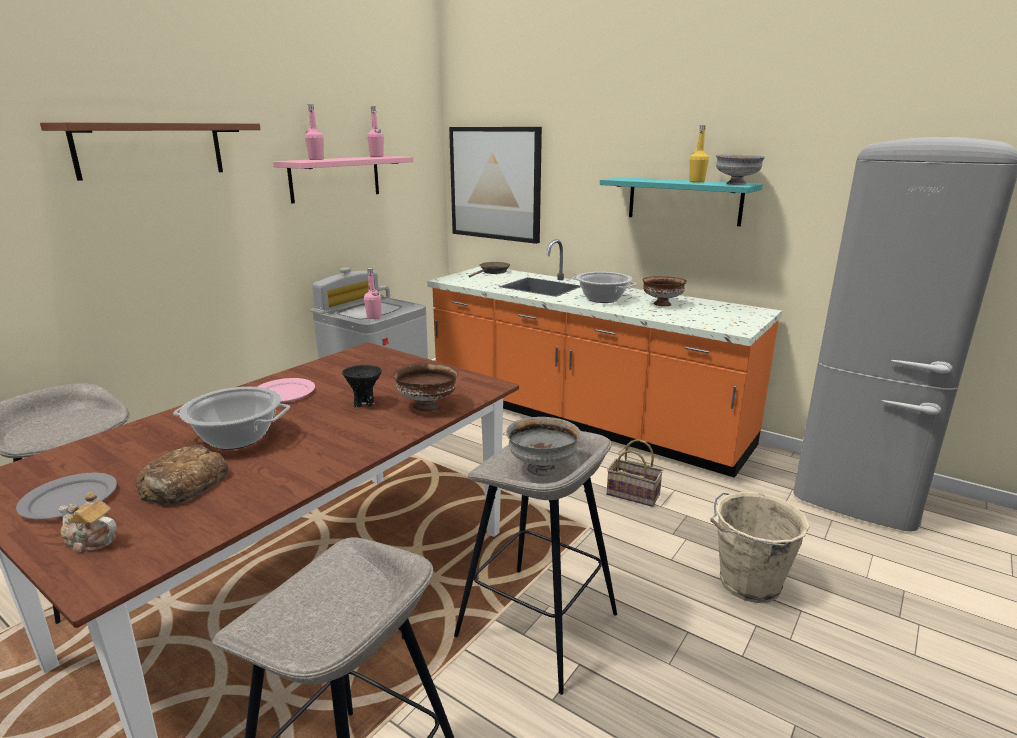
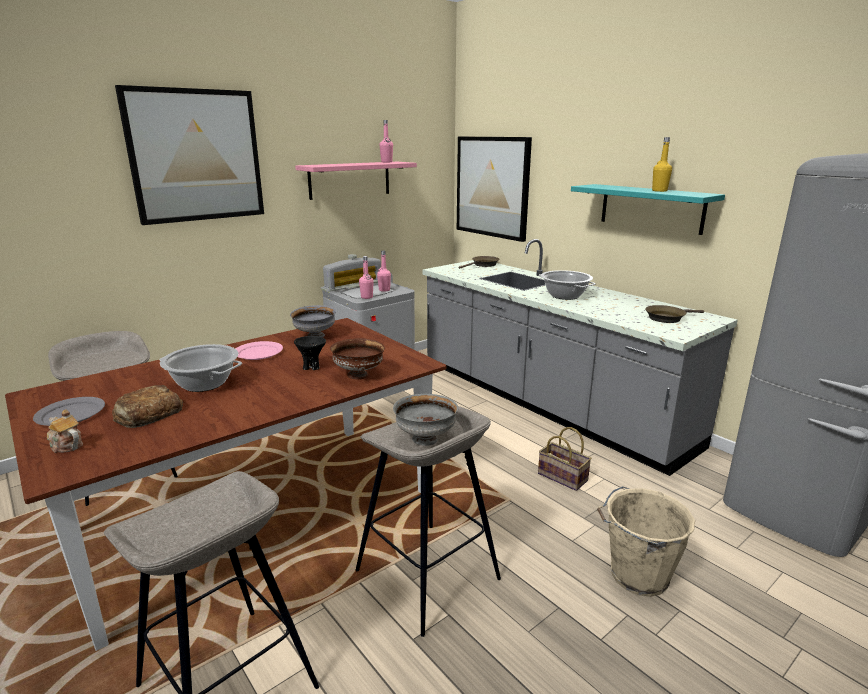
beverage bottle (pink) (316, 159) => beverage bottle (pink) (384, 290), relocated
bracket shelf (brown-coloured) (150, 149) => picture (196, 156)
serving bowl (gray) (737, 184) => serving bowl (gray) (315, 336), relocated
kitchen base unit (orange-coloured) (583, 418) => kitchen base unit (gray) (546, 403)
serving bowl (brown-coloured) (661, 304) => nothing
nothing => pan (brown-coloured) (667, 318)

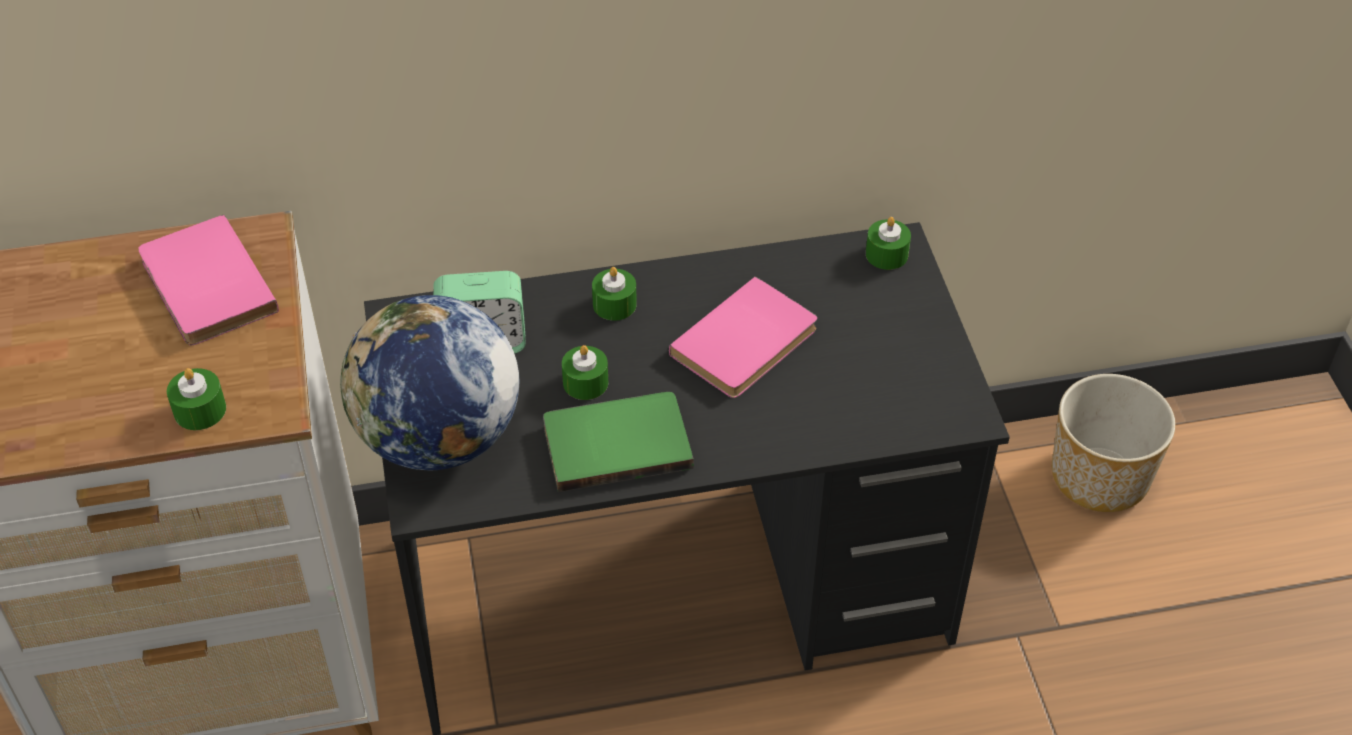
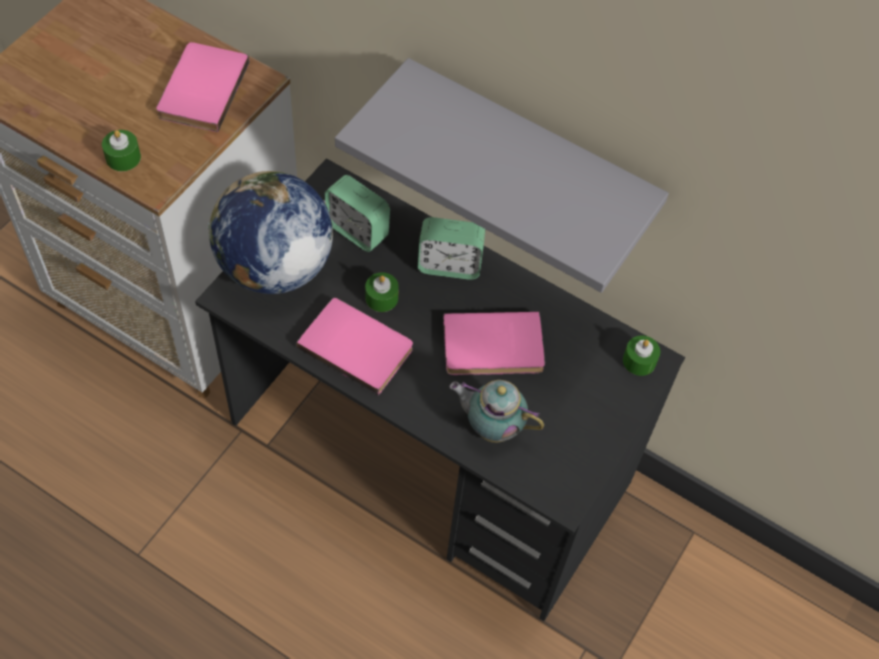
wax light (green-coloured) (614, 304) => alarm clock (449, 265)
plant pot (1101, 476) => nothing
bound book (green-coloured) (616, 442) => bound book (pink) (357, 345)
nothing => bracket shelf (gray) (529, 156)
nothing => tea pot (491, 426)

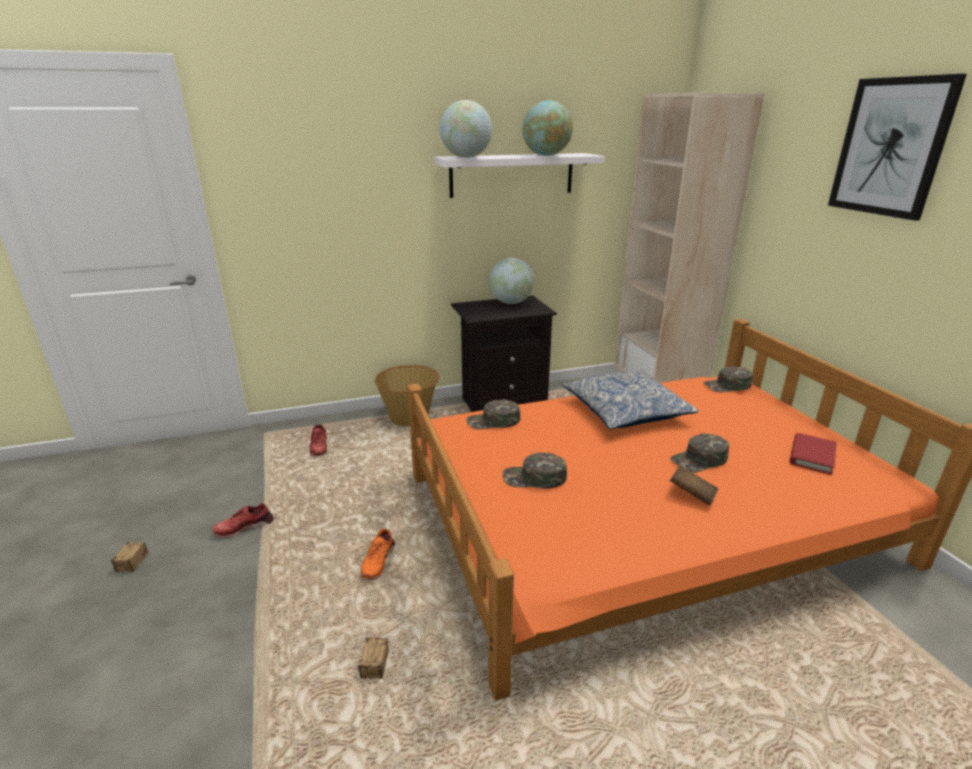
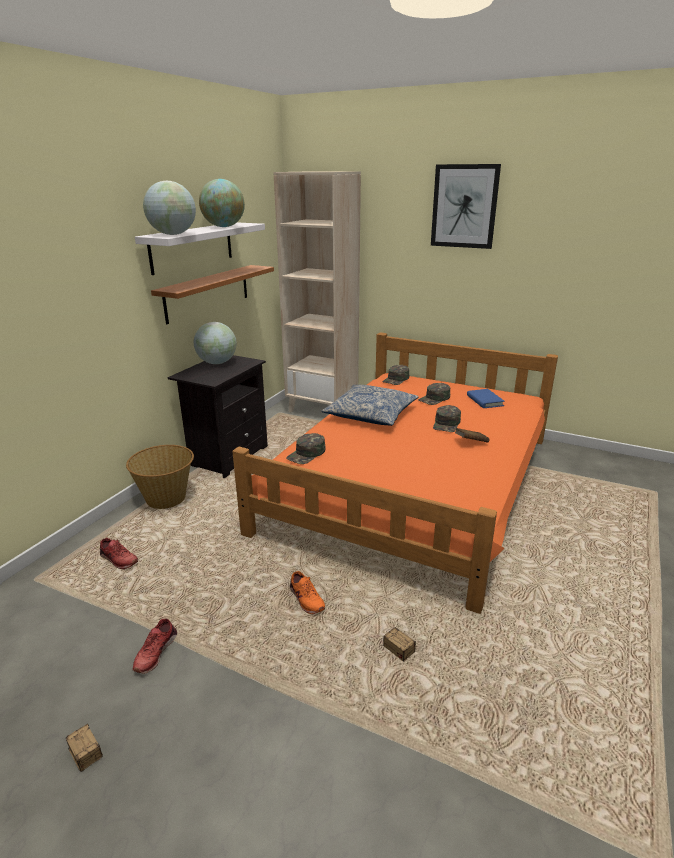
bound book (red) (811, 456) => bound book (bluish) (484, 400)
peaked cap (green-coloured) (534, 478) => peaked cap (green-coloured) (434, 398), relocated
nothing => bracket shelf (208, 293)

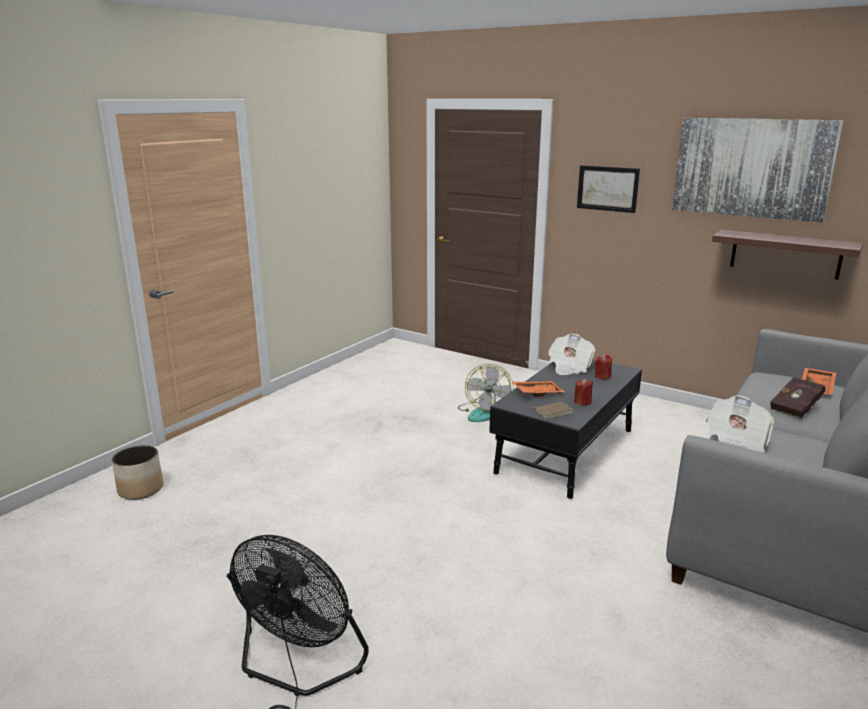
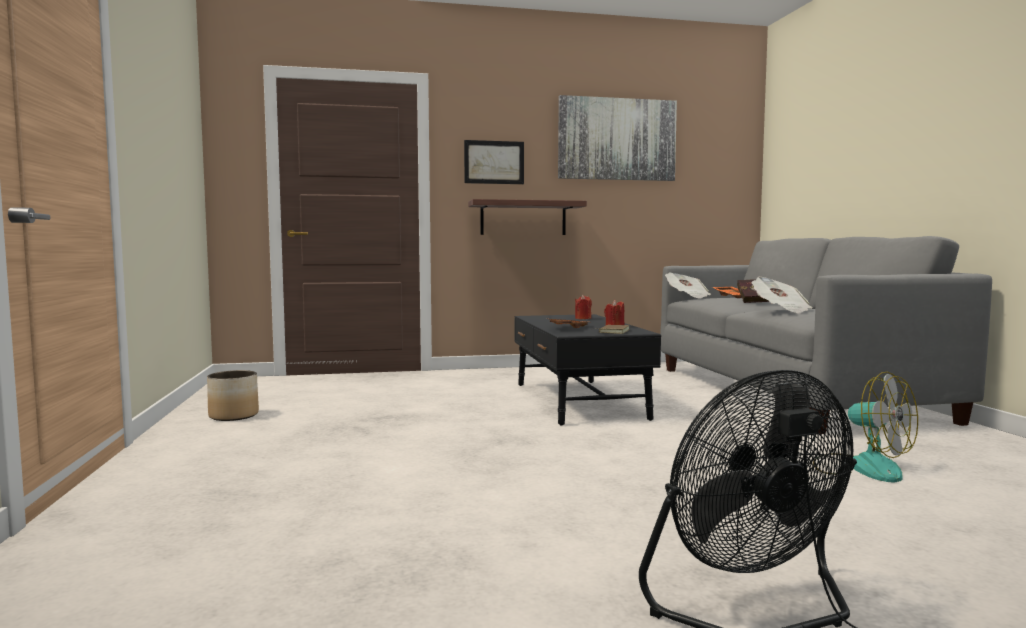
bracket shelf (785, 254) => bracket shelf (523, 218), relocated
printed paper (569, 367) => printed paper (687, 297), relocated
fan (483, 412) => fan (861, 467), relocated
plant pot (140, 489) => plant pot (233, 416), relocated

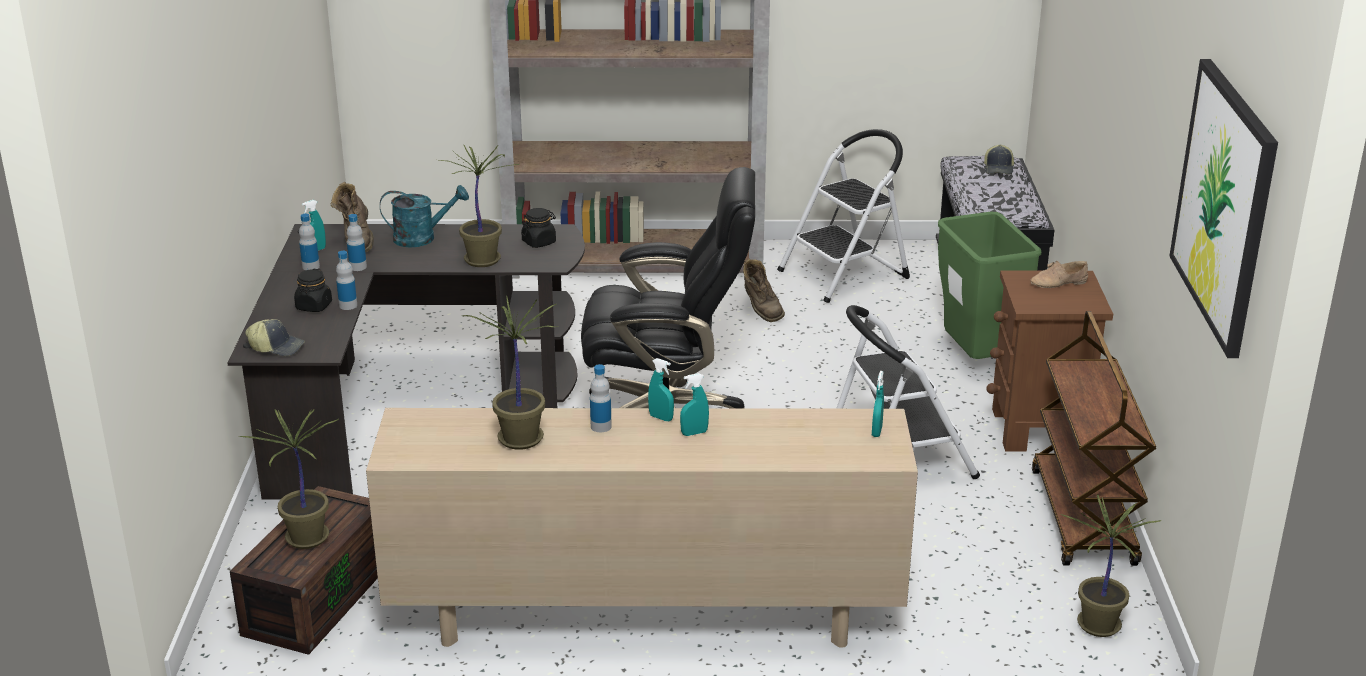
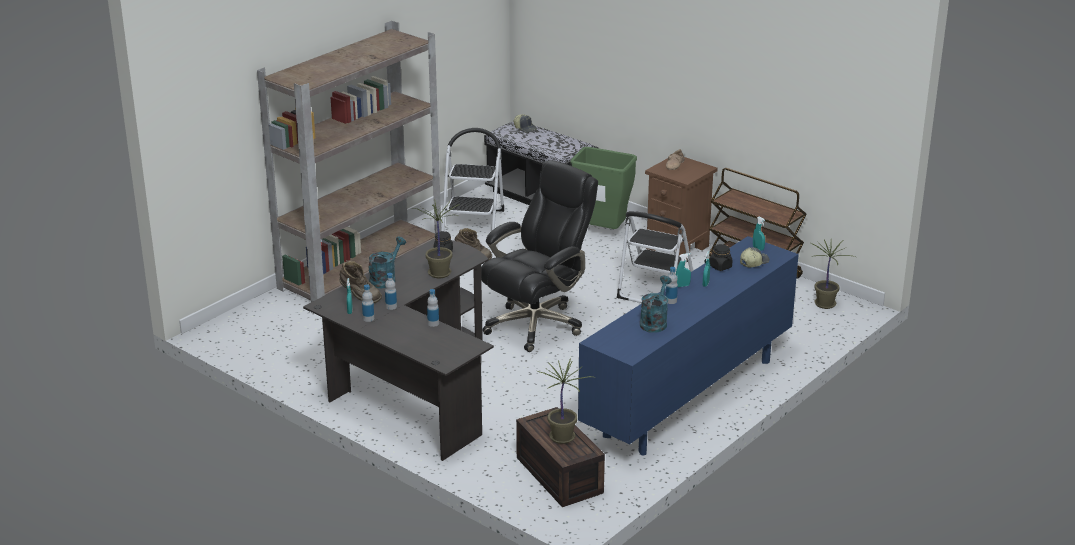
picture (1224, 204) => nothing
jar (black) (314, 306) => jar (black) (720, 266), relocated
plant in a pot (519, 438) => watering pot (blue-green) (654, 322)
peaked cap (277, 347) => peaked cap (753, 262), relocated
cupboard (beige) (644, 618) => cupboard (bluish) (689, 398)

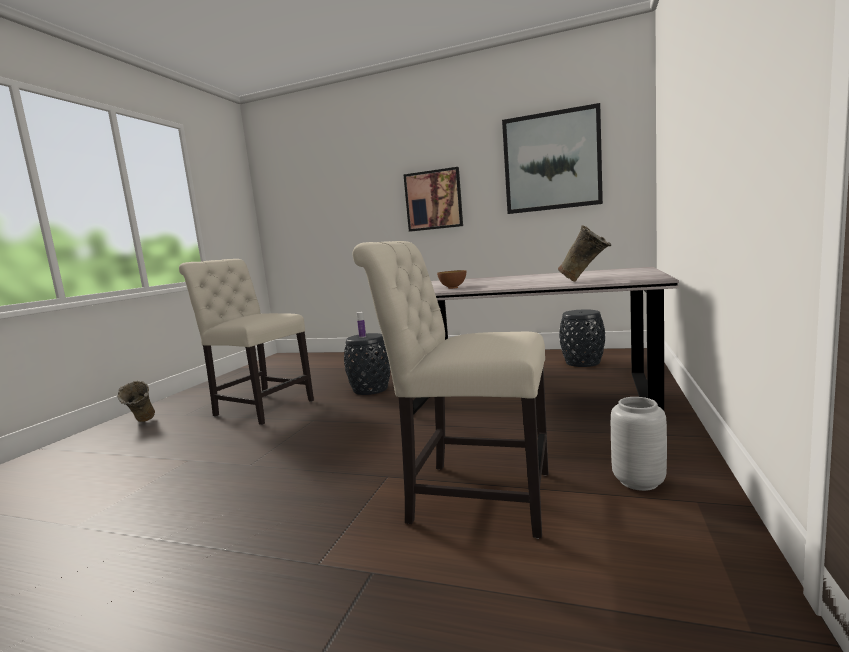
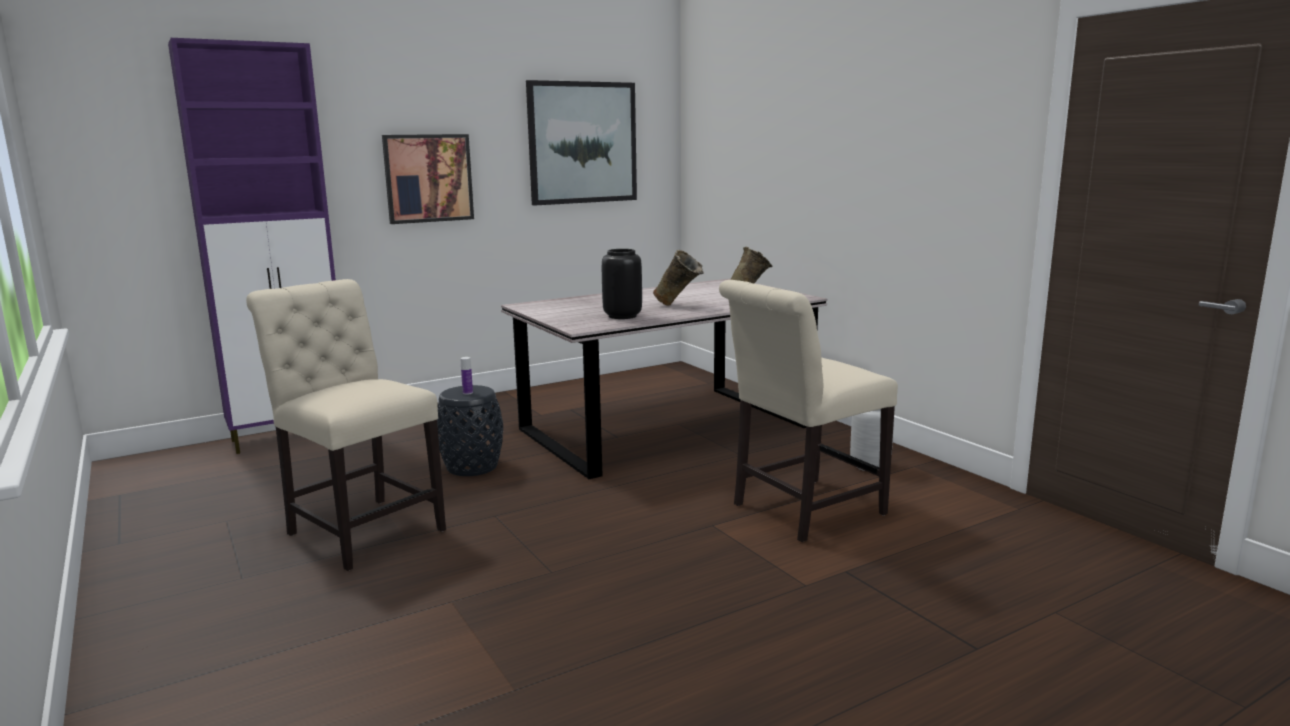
plain chair (beige) (260, 407) => plain chair (beige) (361, 529), 60 degrees clockwise
serving bowl (453, 288) => vase (black) (622, 316)
sitting stool (black) (583, 362) => nothing
vase (beige) (142, 424) => vase (beige) (679, 306), relocated
nothing => cupboard (purplish) (292, 437)

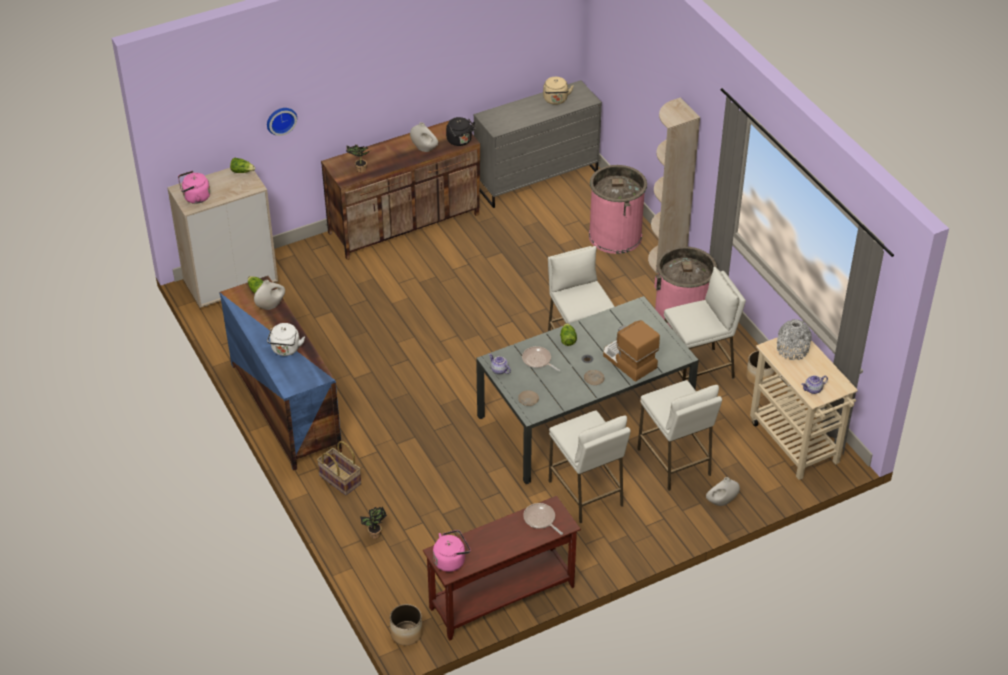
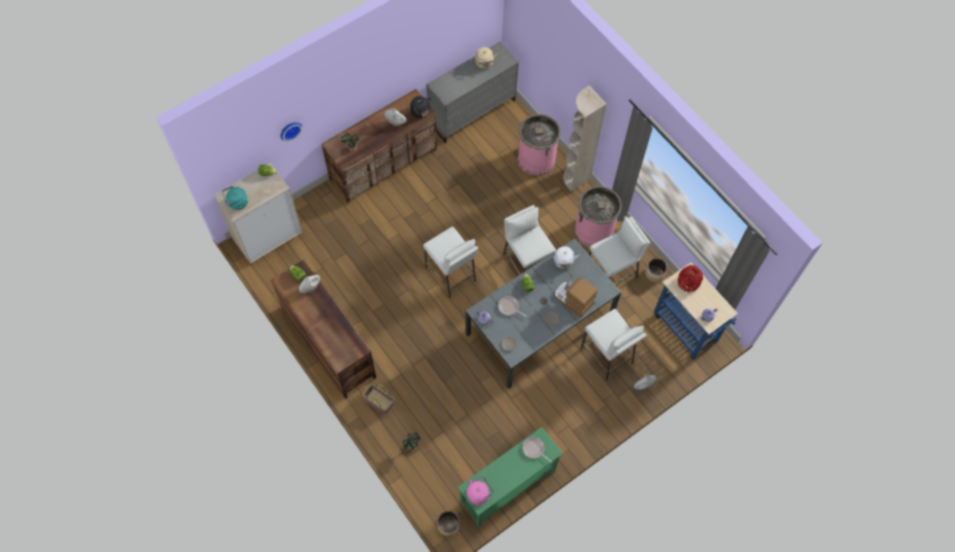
water kettle (pink) (195, 198) => water kettle (blue-green) (237, 203)
cupboard (bluish) (286, 406) => cupboard (brown-coloured) (329, 342)
vase (gray) (792, 349) => vase (red) (688, 282)
water kettle (white) (285, 350) => water kettle (white) (563, 262), relocated
cart (beige) (795, 443) => cart (bluish) (686, 329)
sitting stool (white) (586, 493) => sitting stool (white) (451, 274), relocated
narrow table (brown-coloured) (501, 598) => narrow table (green-coloured) (507, 487)

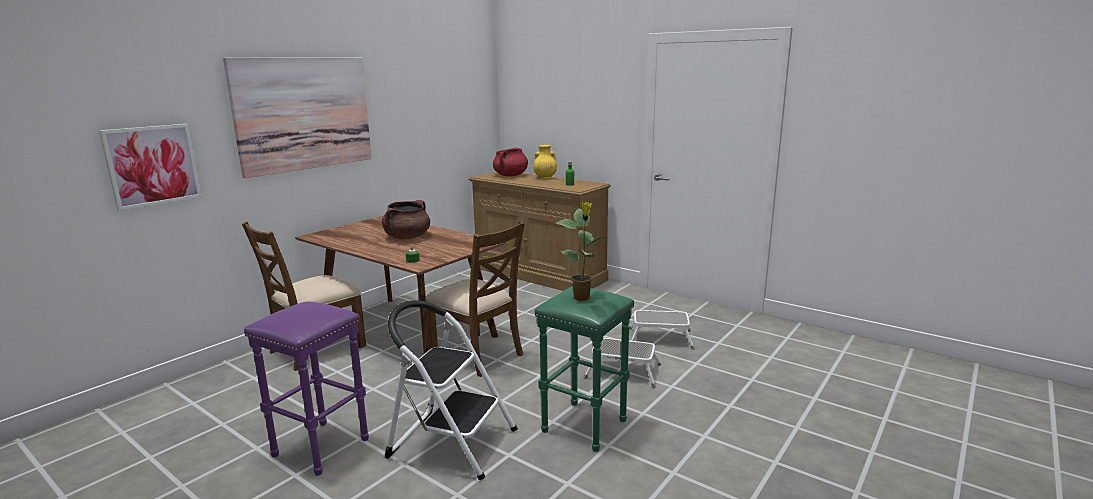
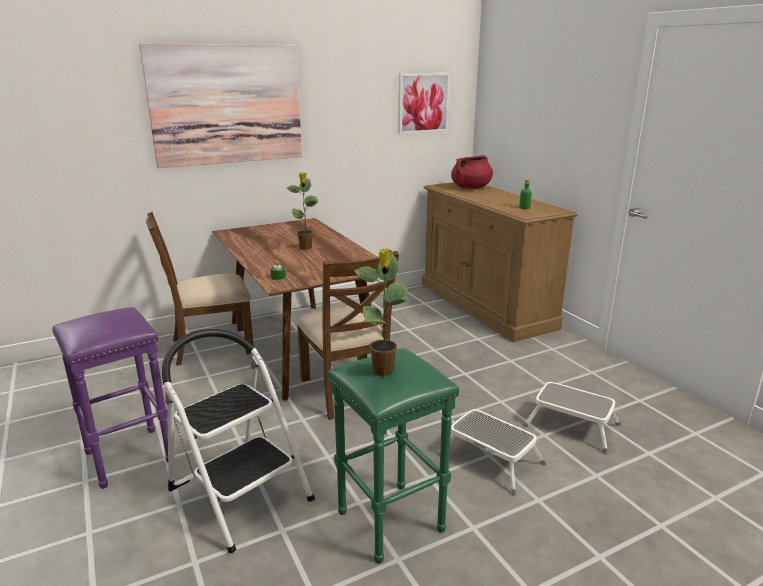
picture (153, 165) => picture (423, 103), relocated
vase (yellow) (545, 178) => nothing
stockpot (brown-coloured) (407, 237) => plant in a pot (306, 248)

